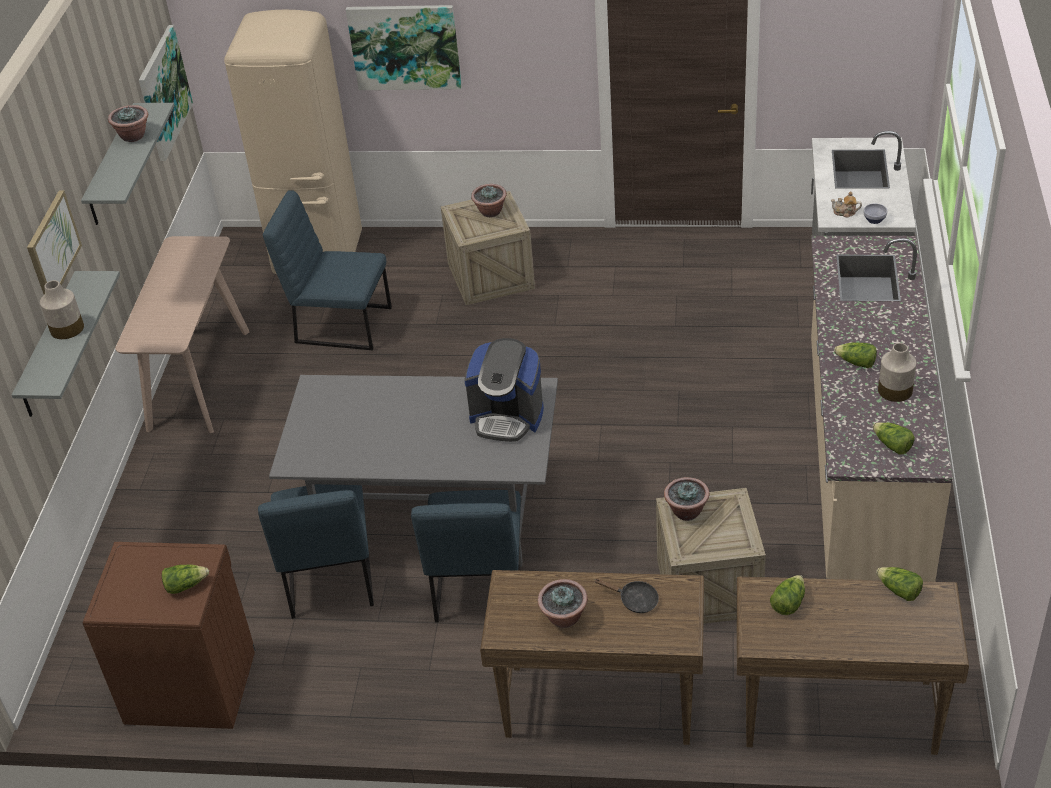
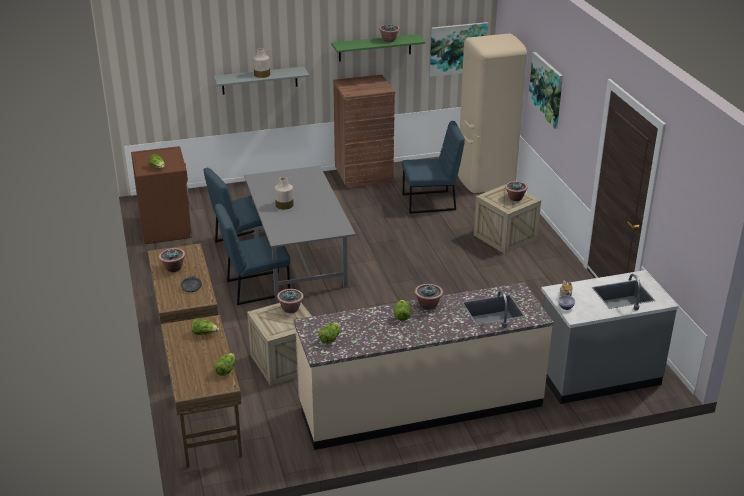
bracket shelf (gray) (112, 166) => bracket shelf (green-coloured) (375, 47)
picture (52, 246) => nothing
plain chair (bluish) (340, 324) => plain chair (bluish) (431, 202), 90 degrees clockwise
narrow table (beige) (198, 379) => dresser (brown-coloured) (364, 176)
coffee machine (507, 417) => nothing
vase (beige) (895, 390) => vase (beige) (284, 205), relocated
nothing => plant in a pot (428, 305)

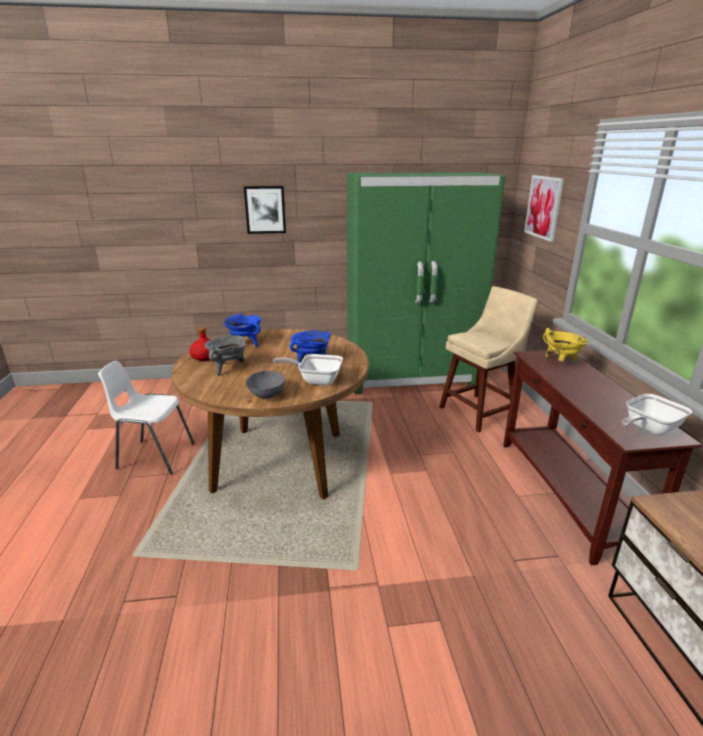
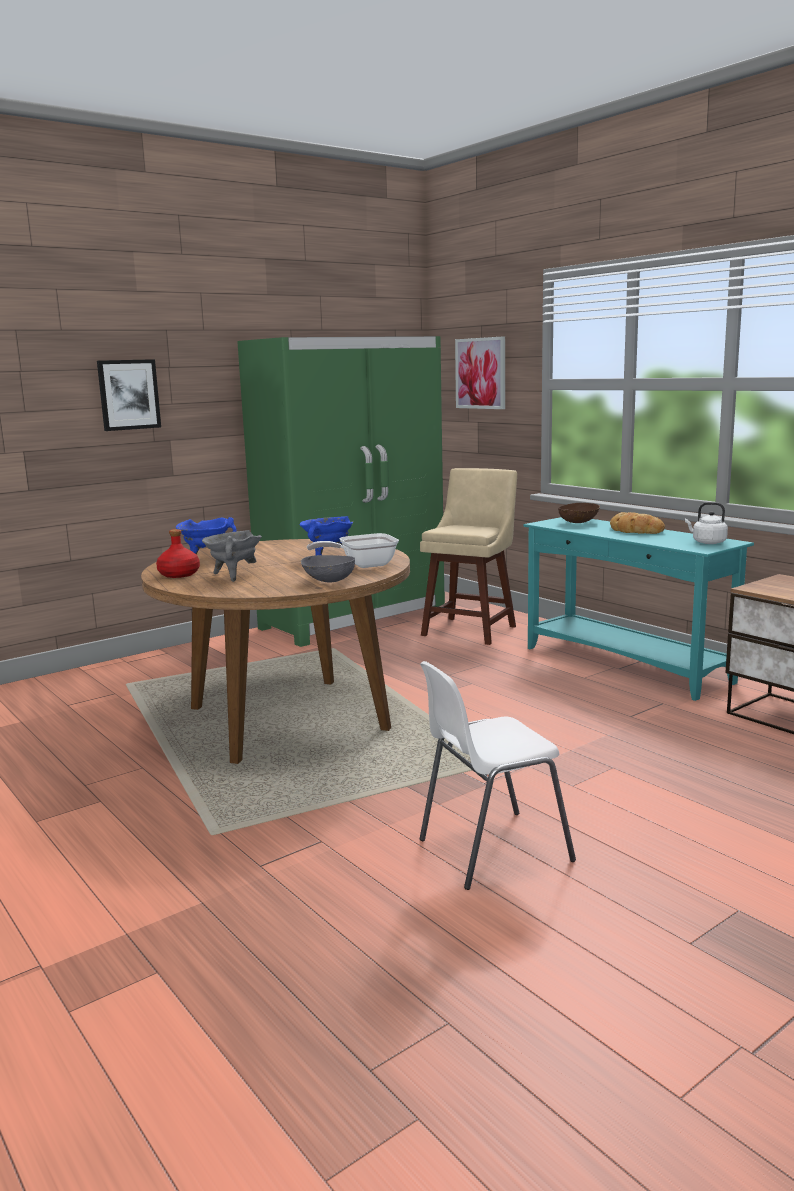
stockpot (yellow) (560, 362) => serving bowl (brown-coloured) (578, 523)
narrow table (brown-coloured) (568, 494) => narrow table (blue-green) (626, 665)
plain chair (white) (154, 456) => plain chair (white) (490, 850), relocated
pan (648, 429) => water kettle (white) (707, 542)
nothing => baked bread (635, 530)

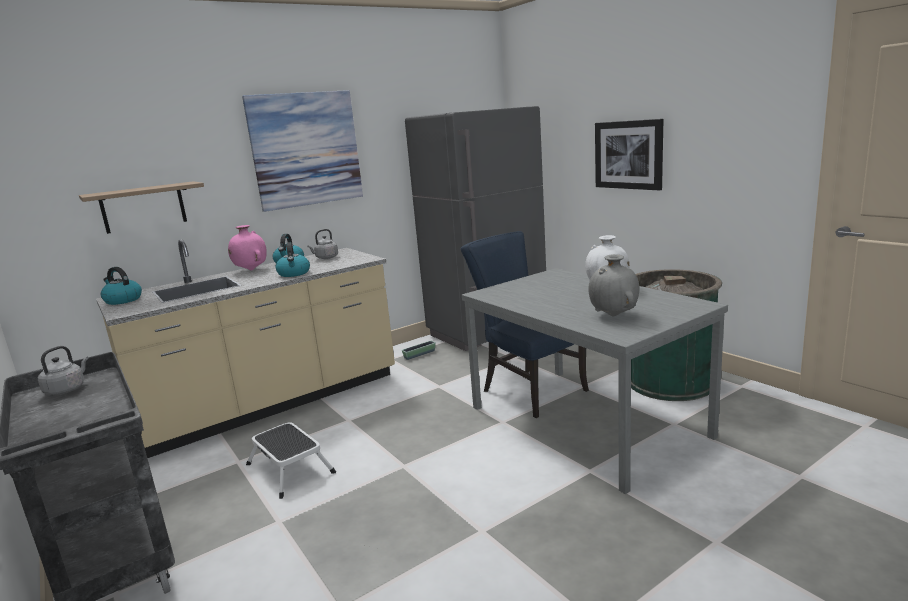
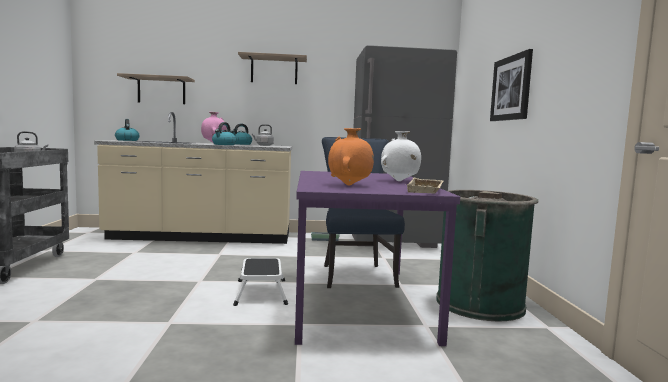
picture (306, 149) => bracket shelf (274, 70)
vase (gray) (614, 315) => vase (orange-coloured) (349, 185)
dinner table (gray) (587, 421) => dinner table (purplish) (359, 301)
step ladder (black) (289, 468) => step ladder (black) (260, 292), relocated
nothing => carrying tray (beige) (426, 190)

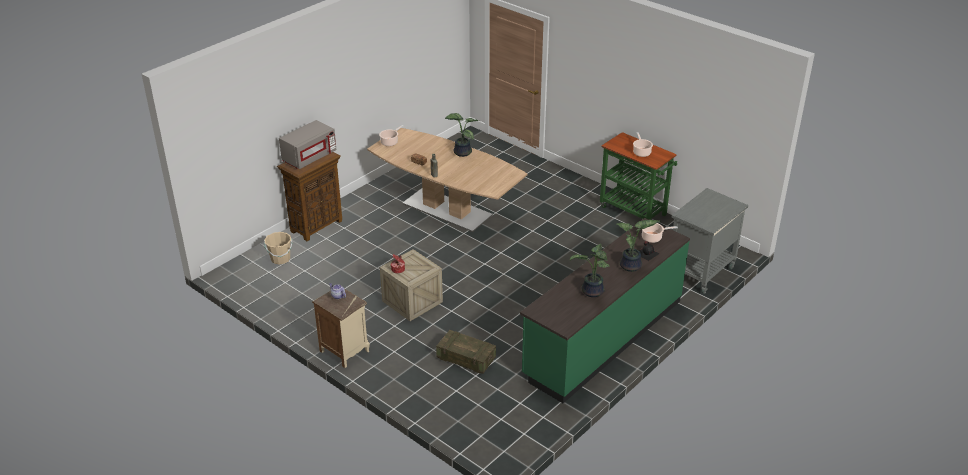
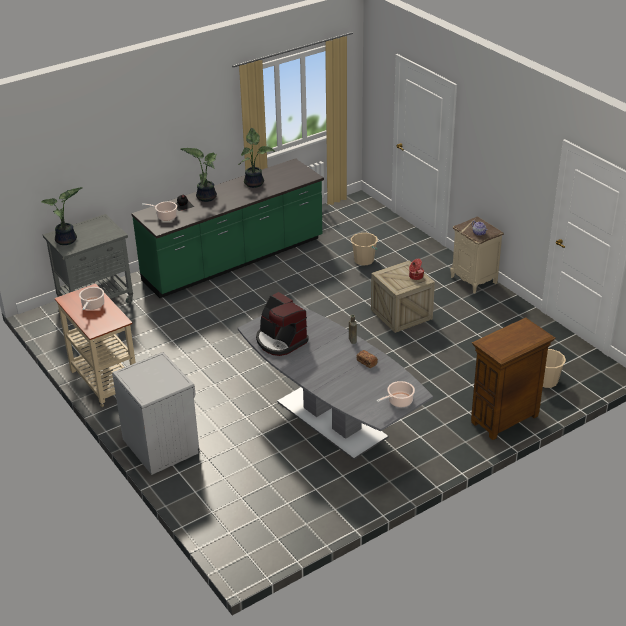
plant in a pot (461, 152) => plant in a pot (67, 241), relocated
microwave (gray) (309, 157) => nothing
dinner table (brown-coloured) (446, 209) => dinner table (gray) (331, 419)
cart (green-coloured) (634, 211) => cart (beige) (103, 381)
crate (466, 359) => water bucket (beige) (364, 260)
nothing => coffee machine (280, 341)
nothing => washing machine (white) (162, 445)

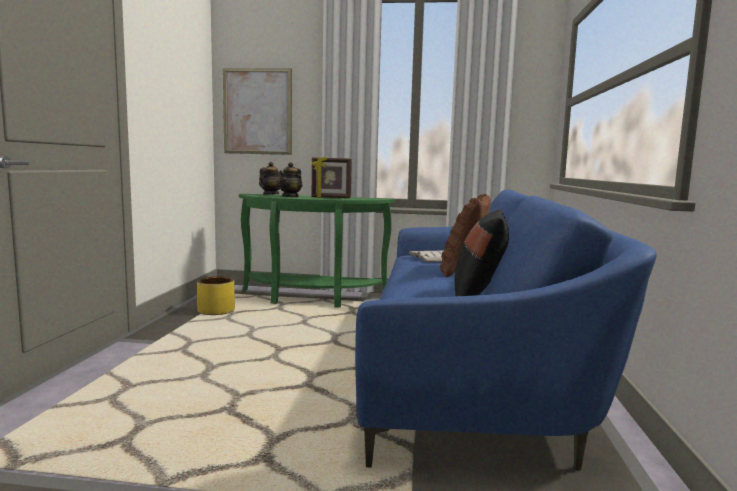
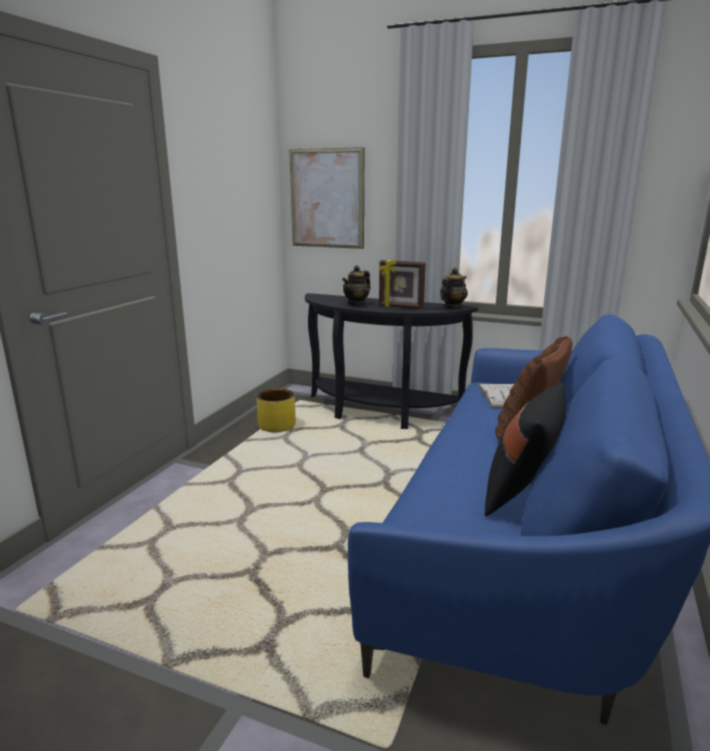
tea pot (270, 194) => tea pot (452, 307), relocated
narrow table (green-coloured) (310, 299) => narrow table (black) (378, 414)

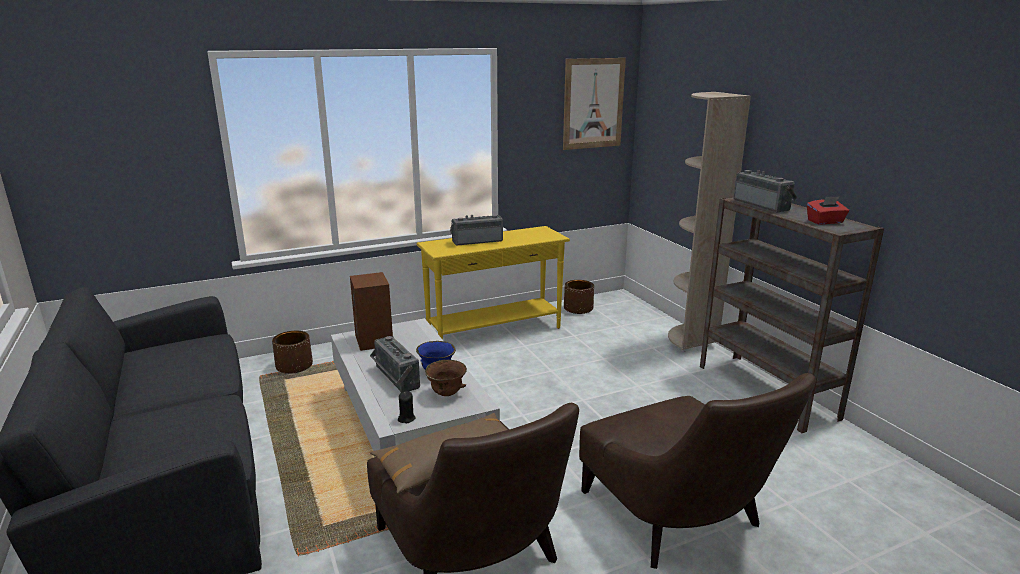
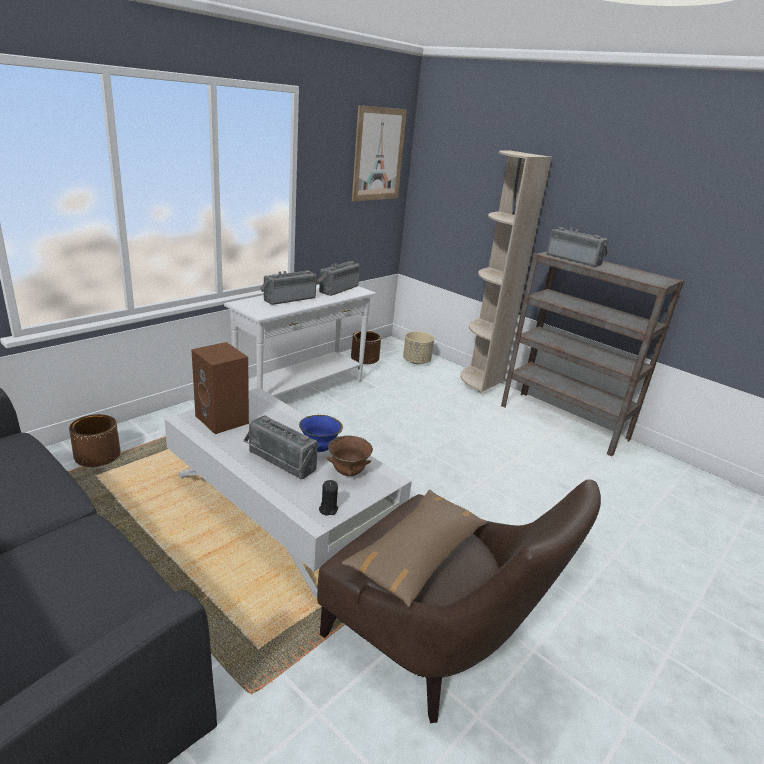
tissue box (red) (825, 222) => nothing
narrow table (yellow) (495, 331) => narrow table (white) (301, 390)
easy chair (brown-coloured) (679, 518) => nothing
nothing => radio receiver (337, 289)
nothing => plant pot (beige) (416, 361)

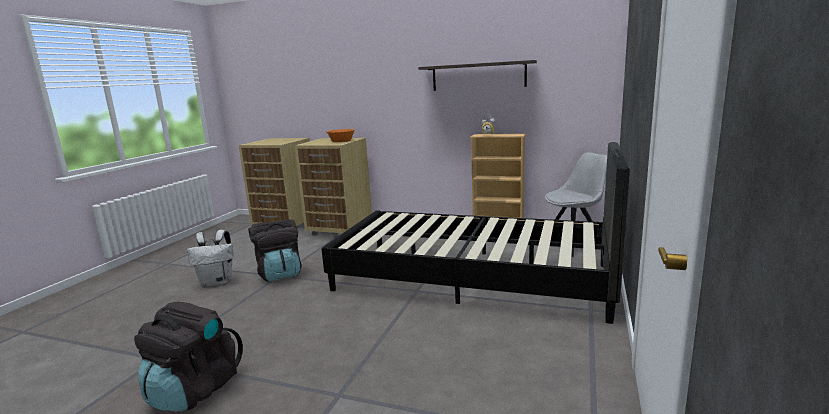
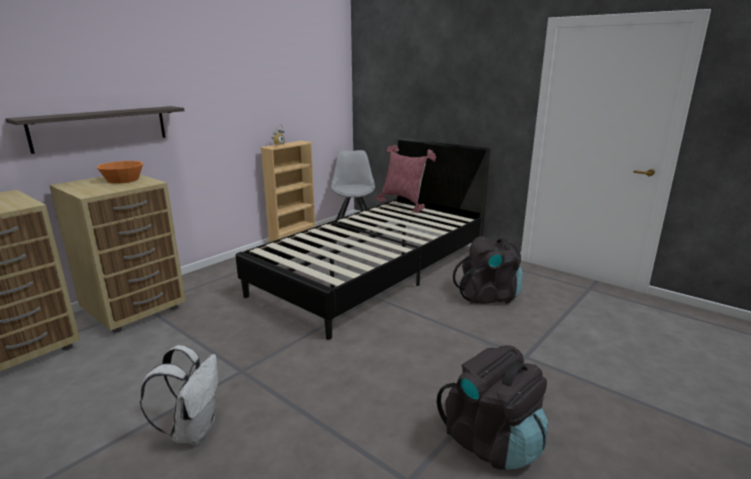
bracket shelf (478, 76) => bracket shelf (101, 128), relocated
rucksack (black) (280, 274) => rucksack (black) (488, 296), relocated
nothing => throw pillow (red) (404, 206)

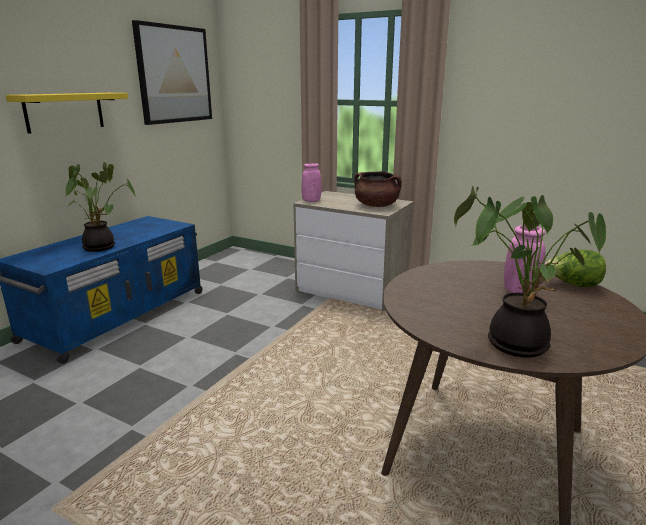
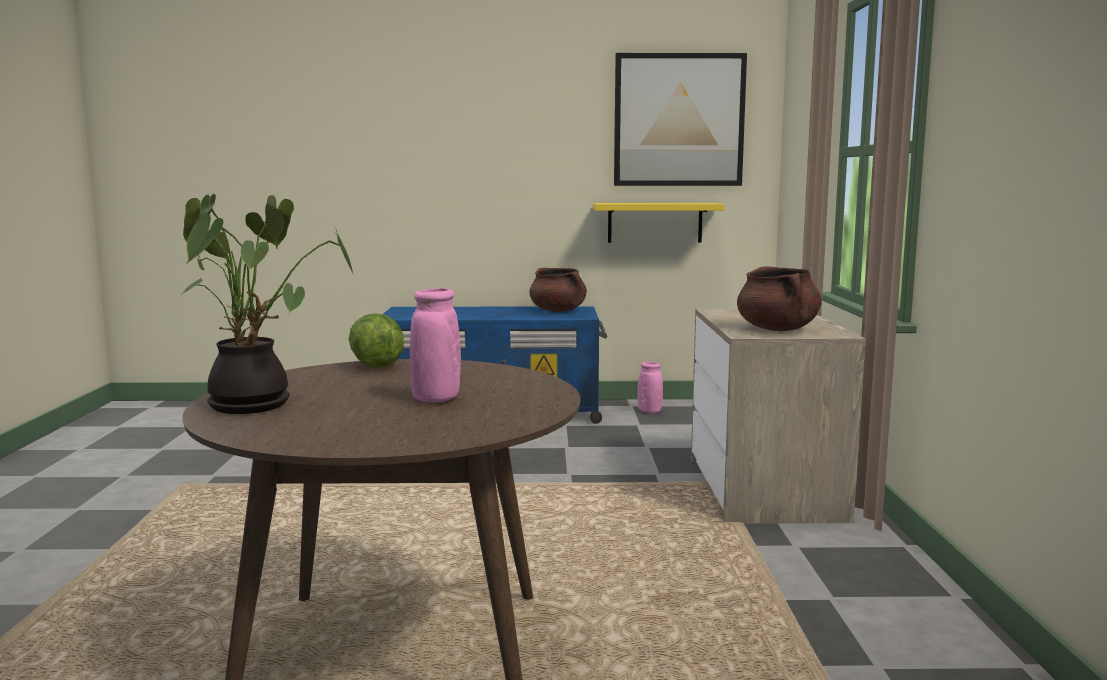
bracket shelf (yellow) (64, 112) => bracket shelf (yellow) (655, 222), relocated
plant in a pot (102, 247) => nothing
vase (pink) (311, 201) => vase (pink) (649, 411), relocated
lettuce (572, 285) => lettuce (376, 365), relocated
nothing => stockpot (brown-coloured) (558, 311)

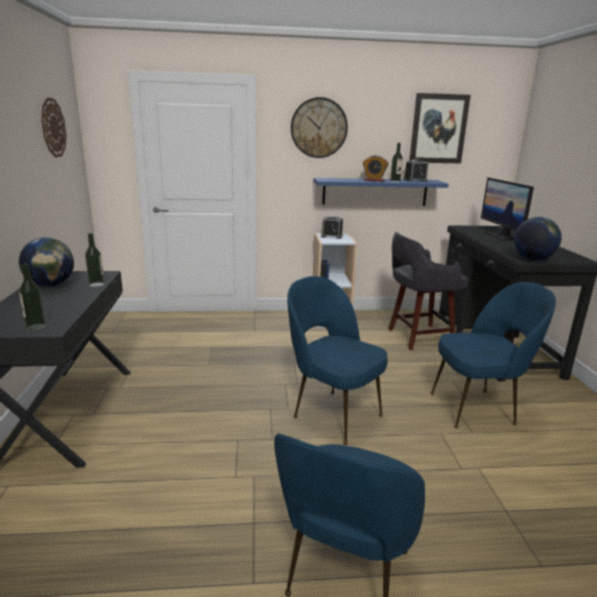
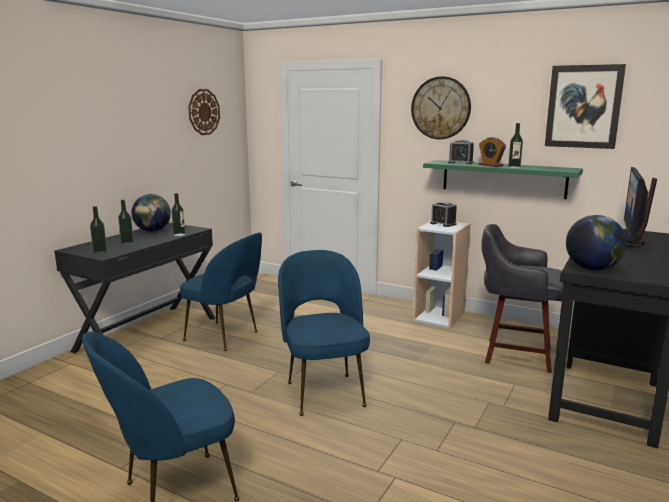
alarm clock (415, 180) => alarm clock (460, 163), relocated
bracket shelf (bluish) (375, 192) => bracket shelf (green-coloured) (503, 178)
plain chair (bluish) (478, 408) => plain chair (bluish) (225, 337), relocated
nothing => beverage bottle (127, 244)

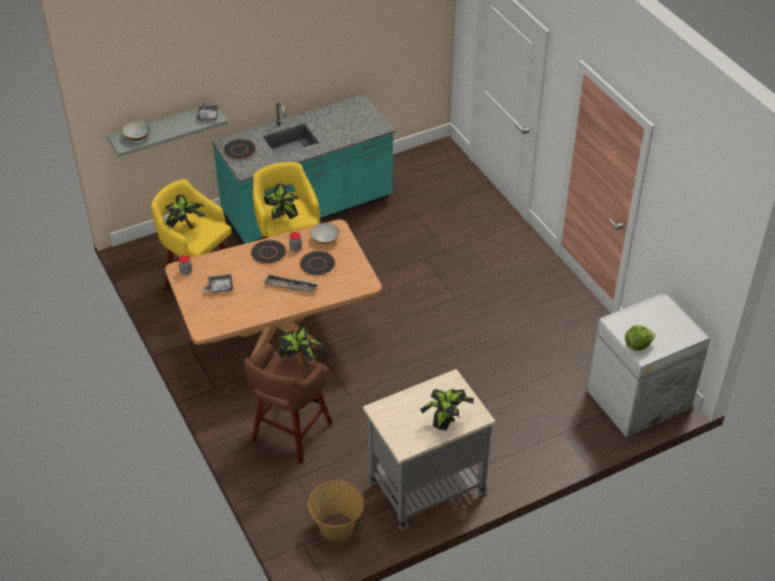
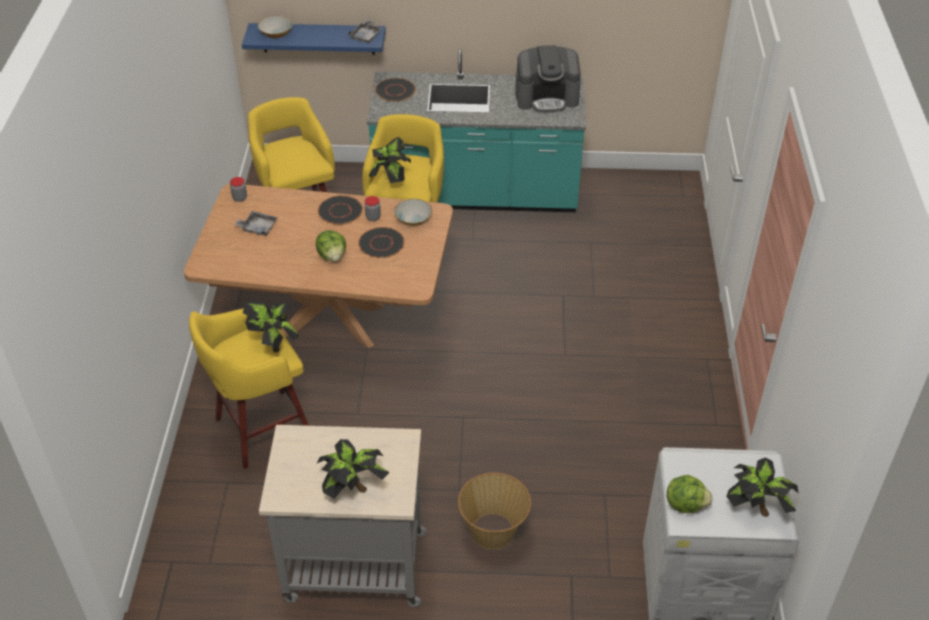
bracket shelf (gray) (163, 129) => bracket shelf (bluish) (318, 38)
plant in a pot (186, 226) => plant in a pot (756, 508), relocated
carrying tray (291, 286) => lettuce (332, 256)
sitting stool (brown-coloured) (290, 434) => sitting stool (yellow) (260, 430)
household basket (337, 526) => household basket (493, 531), relocated
nothing => coffee machine (547, 97)

